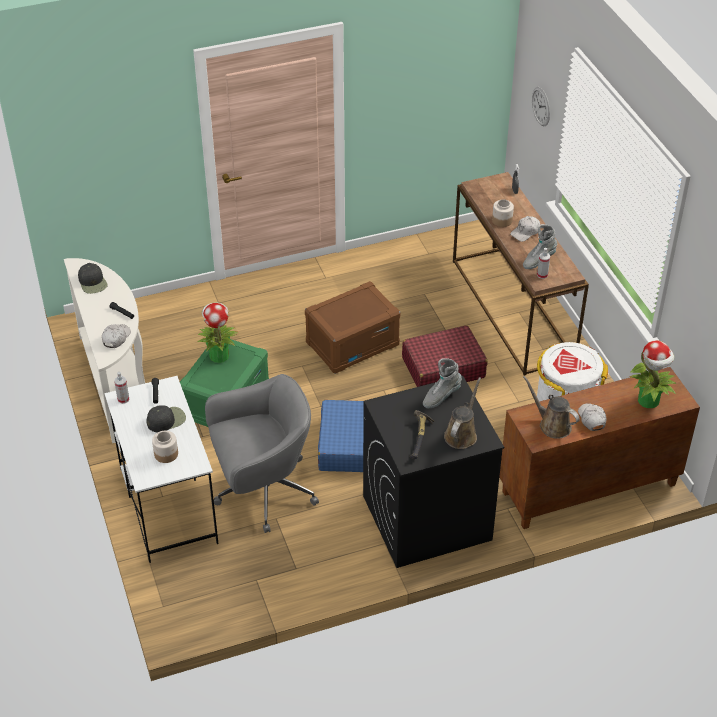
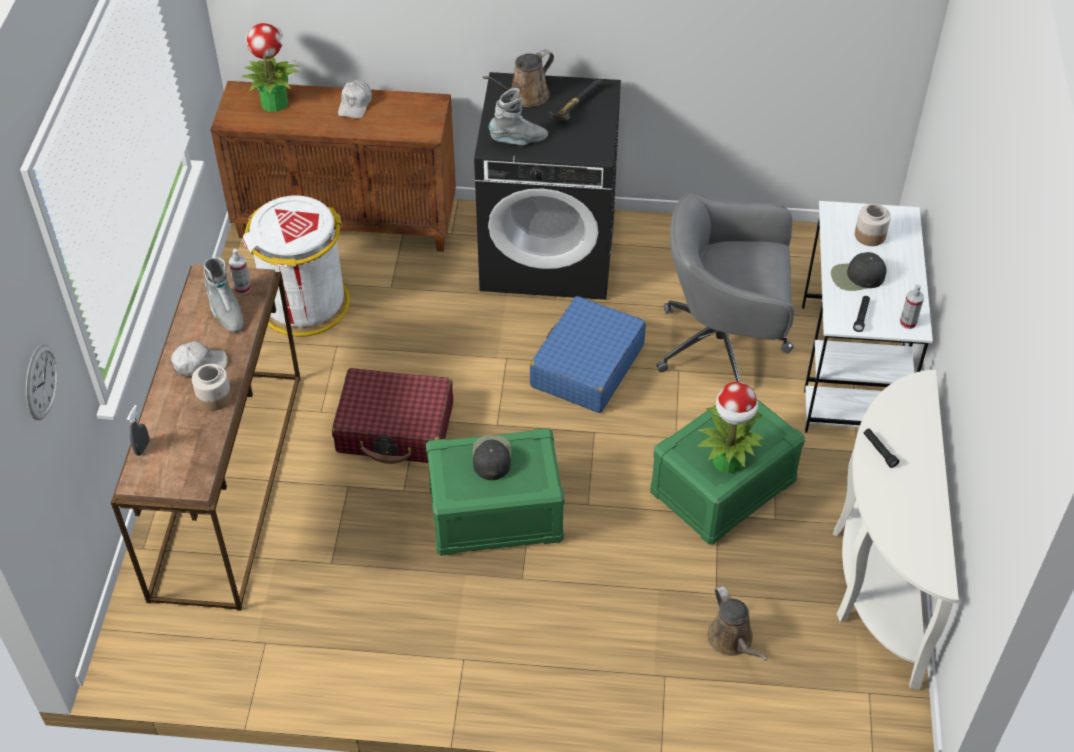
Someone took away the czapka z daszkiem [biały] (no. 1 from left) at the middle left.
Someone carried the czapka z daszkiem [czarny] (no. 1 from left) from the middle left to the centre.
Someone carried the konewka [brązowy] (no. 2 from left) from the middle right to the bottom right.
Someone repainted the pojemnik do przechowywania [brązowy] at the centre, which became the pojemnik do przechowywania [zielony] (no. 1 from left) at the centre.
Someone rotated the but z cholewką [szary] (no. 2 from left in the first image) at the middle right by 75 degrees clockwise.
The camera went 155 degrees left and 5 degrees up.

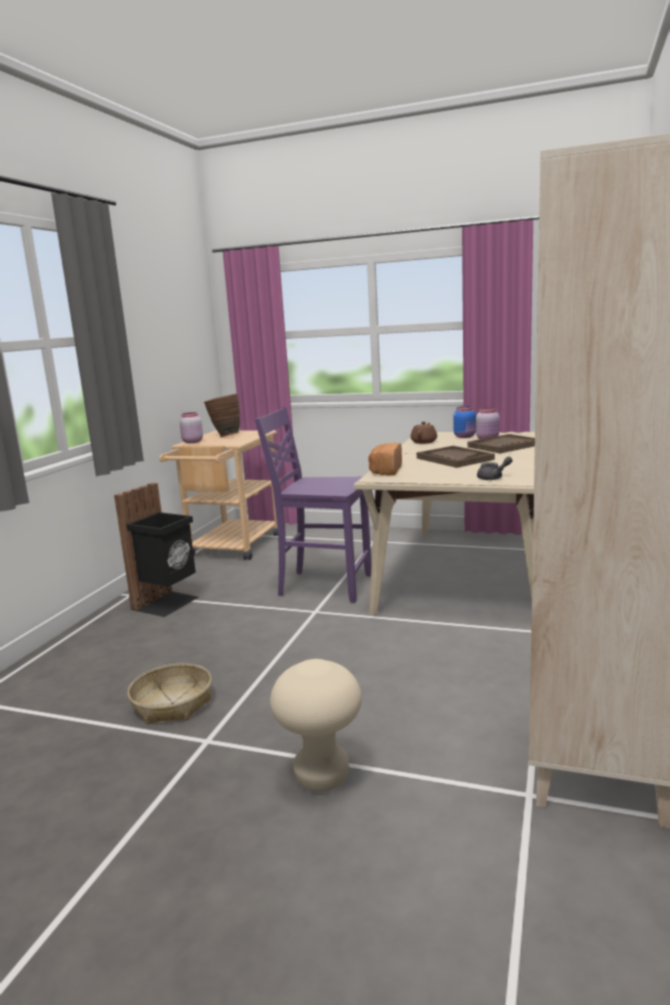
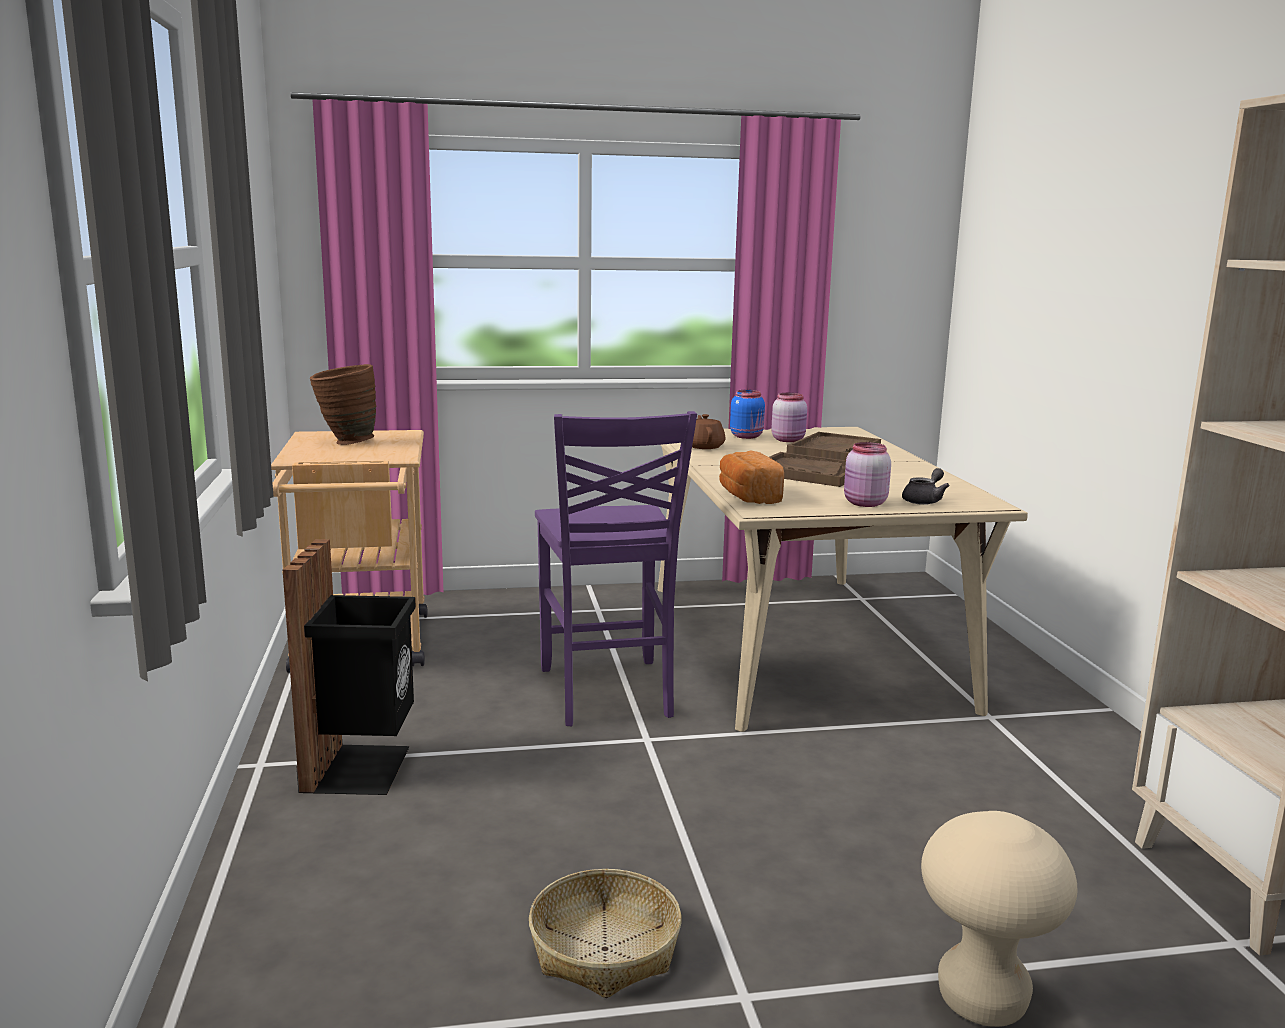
Someone carried the słoik [różowy] (no. 1 from left in the first image) from the middle left to the middle right.
Someone rotated the krzesło [fioletowy] at the centre by 90 degrees counterclockwise.
The camera went 30 degrees left and 0 degrees up.

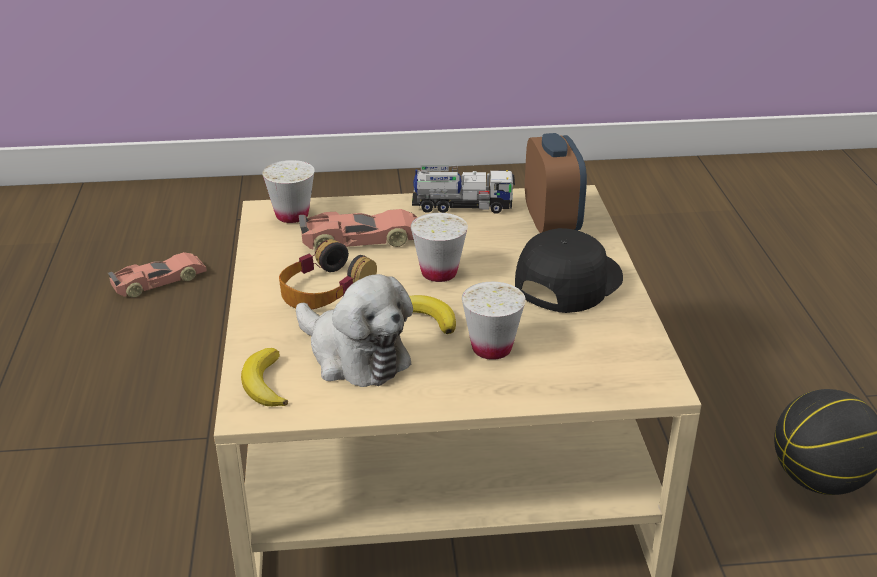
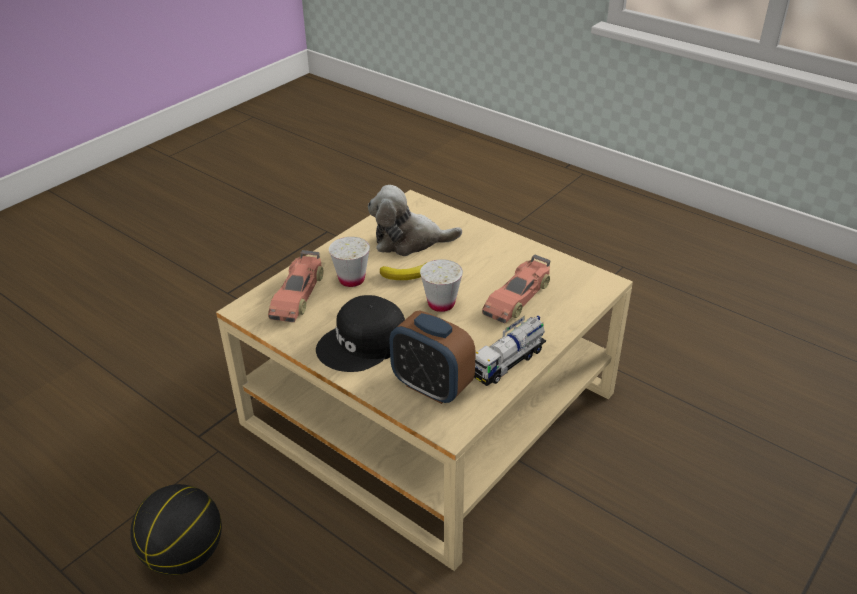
Someone took away the banan (no. 1 from left) at the middle left.
Someone took away the filiżanka [biały] (no. 1 from left) at the top left.
Someone took away the słuchawki at the centre.
Someone carried the samochodzik (no. 1 from left) from the middle left to the centre.
Someone rotated the czapka z daszkiem [czarny] at the centre by 60 degrees clockwise.
The camera went 135 degrees right and 5 degrees up.

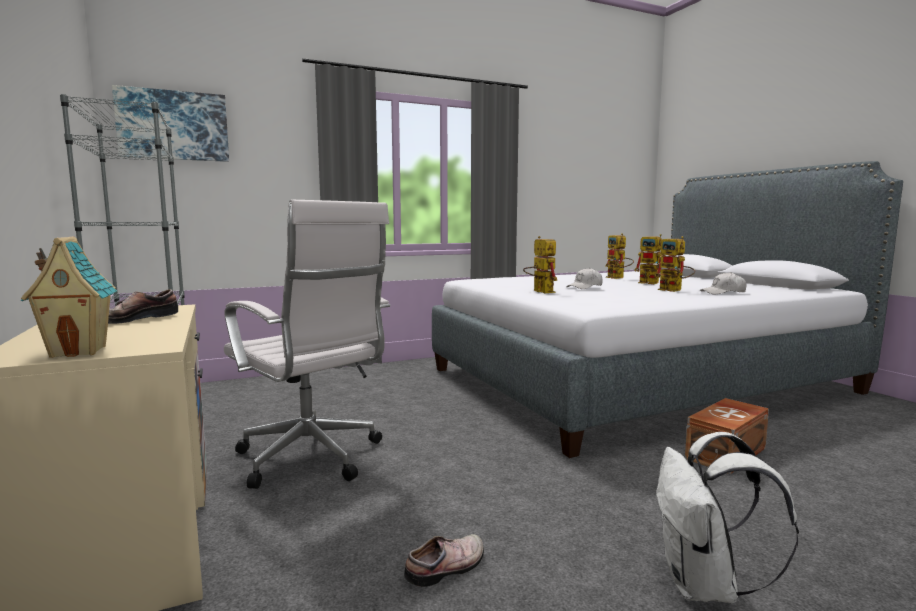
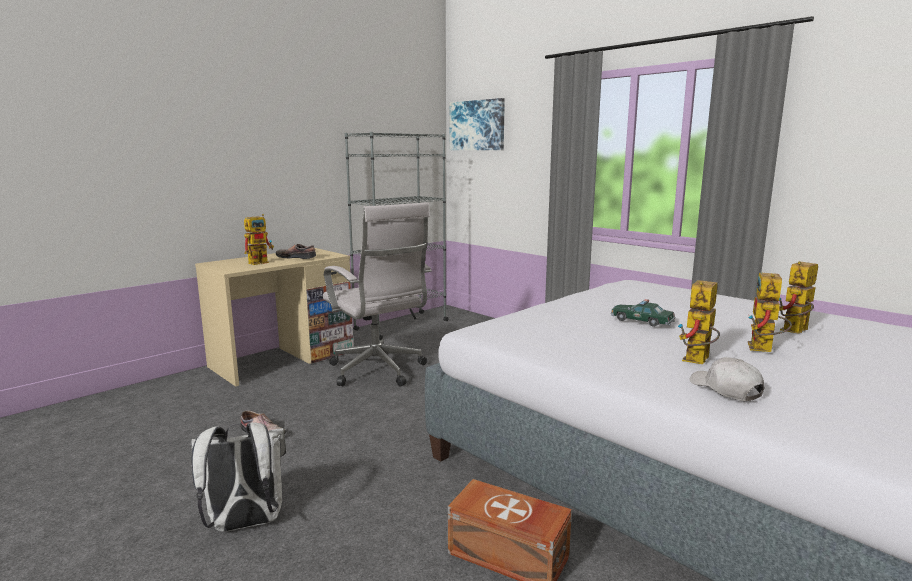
Someone took away the domek at the middle left.
Someone carried the robot zabawkowy (no. 1 from left) from the centre to the middle left.
Someone swapped the czapka z daszkiem [biały] (no. 1 from left) at the centre for the samochodzik at the middle right.
Someone rotated the krzesło biurowe [biały] at the centre by 60 degrees counterclockwise.
The camera went 70 degrees right and 5 degrees up.

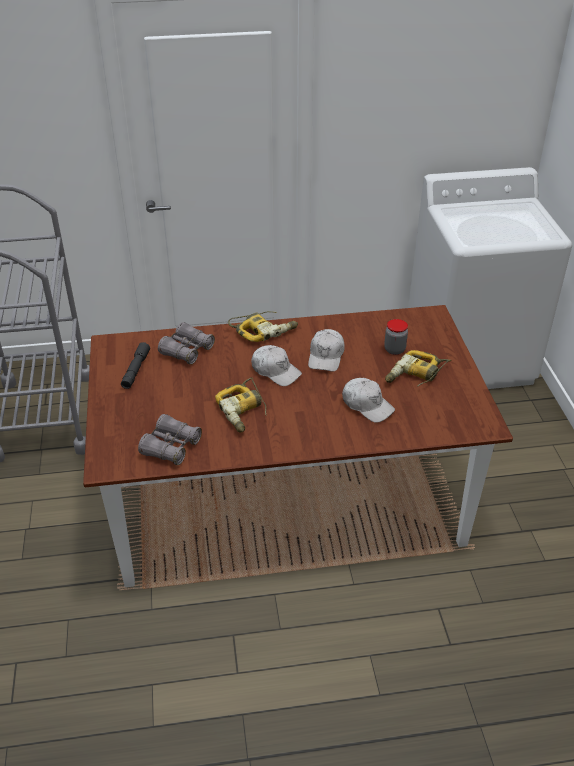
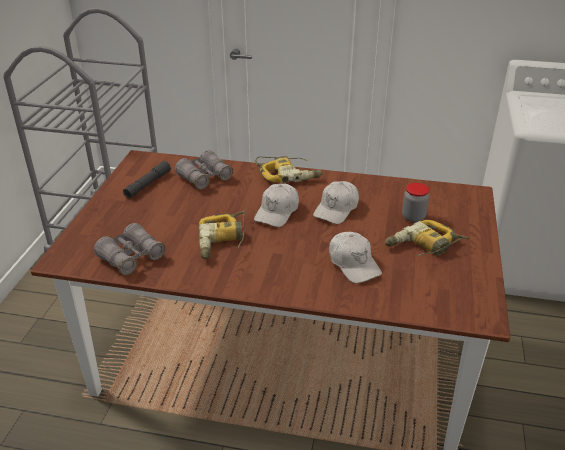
Someone rotated the czapka z daszkiem [biały] (no. 1 from left) at the centre by 60 degrees clockwise.
The camera went 20 degrees right and 5 degrees down.

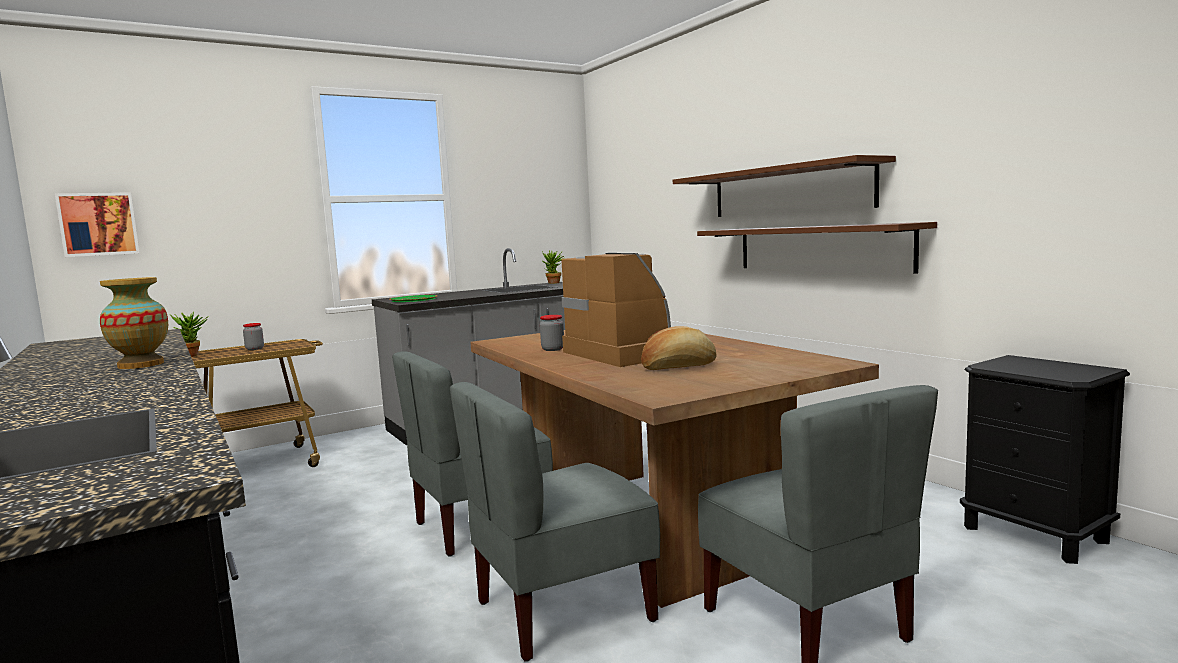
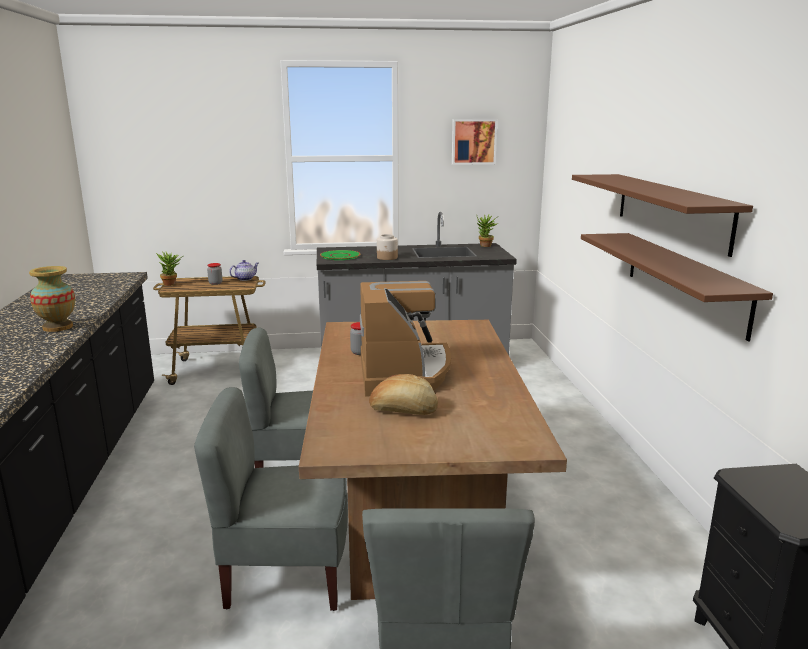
Someone put down the imbryk at the middle left.
Someone put down the słoik (no. 3 from left) at the centre.
Someone carried the obraz from the middle left to the top centre.
The camera went 25 degrees right and 10 degrees up.

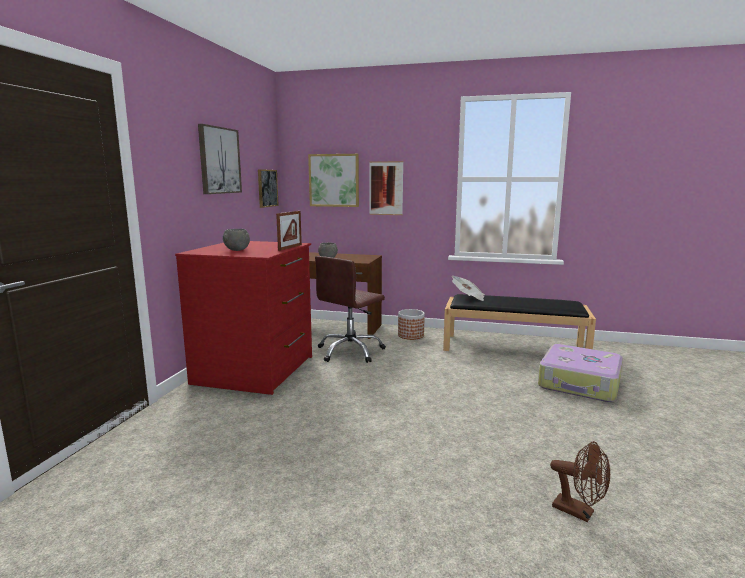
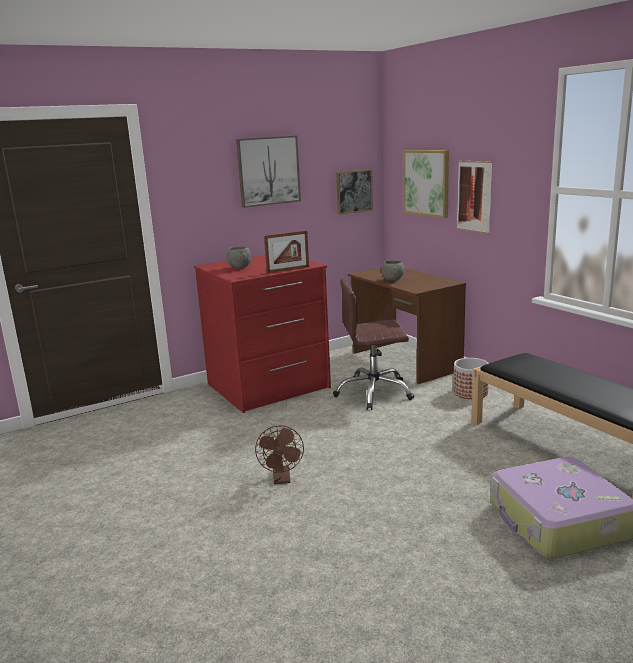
Someone took away the gazeta at the centre.
Someone carried the wentylator [brązowy] from the bottom right to the bottom centre.
The camera went 45 degrees right and 5 degrees up.

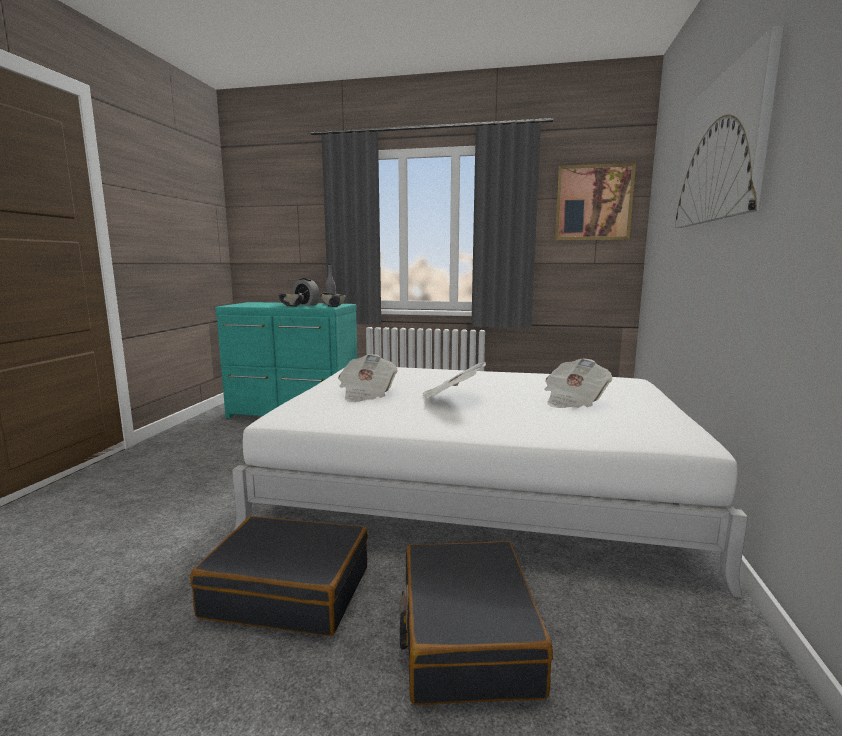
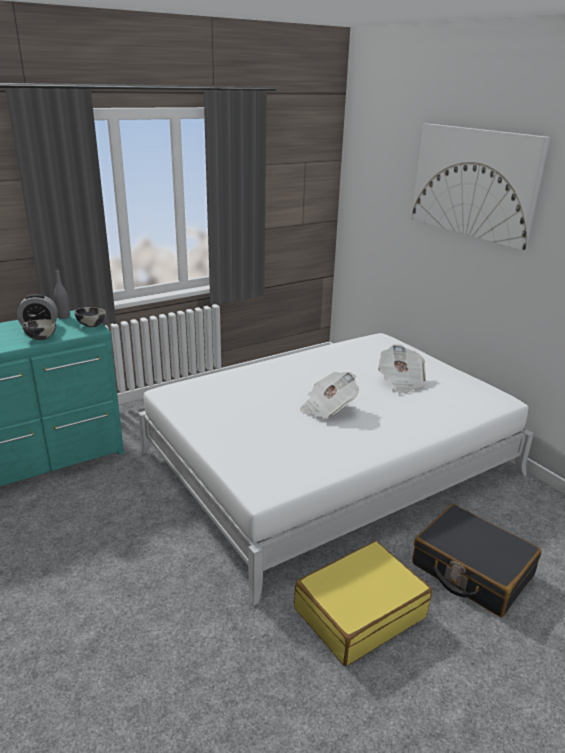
Someone took away the gazeta (no. 1 from left) at the centre.
Someone took away the obraz (no. 1 from left) at the top right.
Someone repainted the walizka [czarny] (no. 1 from left) at the bottom left, which became the walizka [żółty] at the bottom centre.
The camera went 45 degrees left and 15 degrees up.

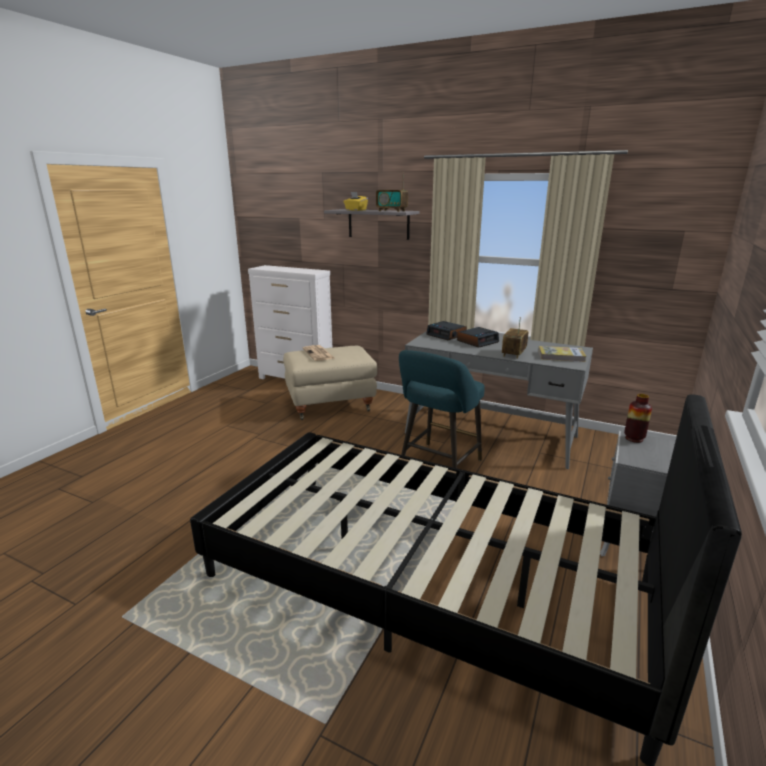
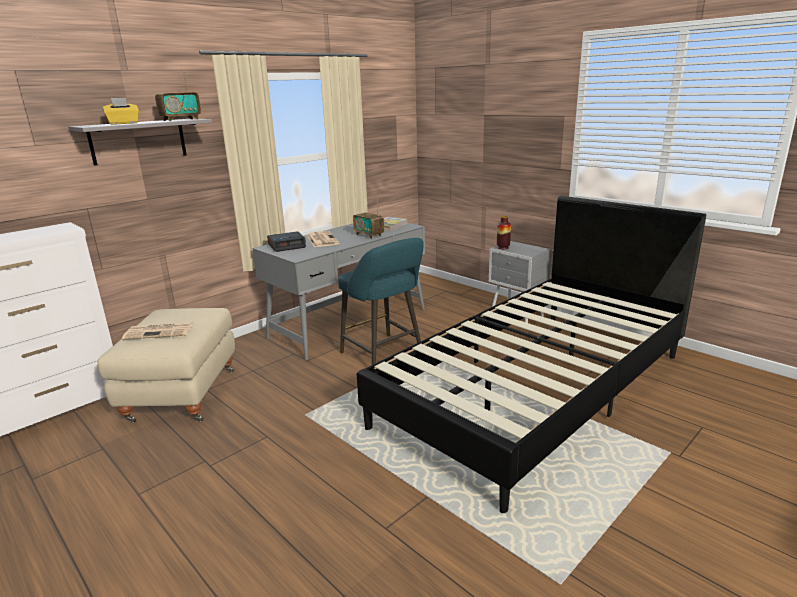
Someone swapped the budzik (no. 2 from left) at the centre for the gazeta (no. 2 from left) at the centre.
The camera went 70 degrees left and 0 degrees up.

